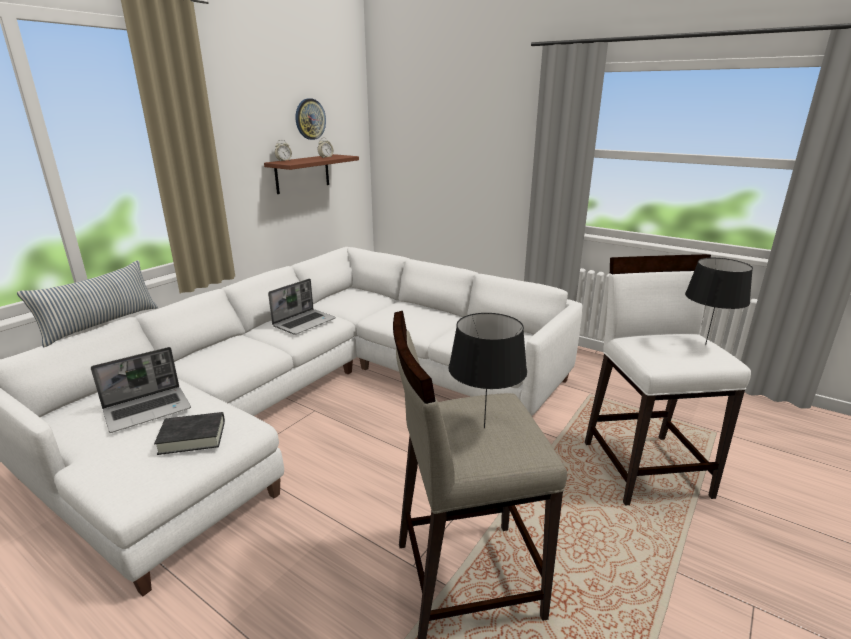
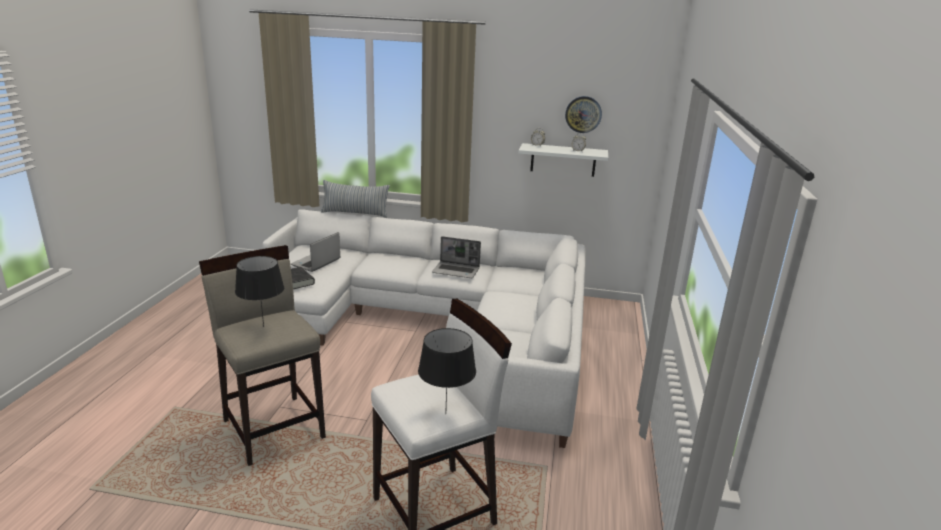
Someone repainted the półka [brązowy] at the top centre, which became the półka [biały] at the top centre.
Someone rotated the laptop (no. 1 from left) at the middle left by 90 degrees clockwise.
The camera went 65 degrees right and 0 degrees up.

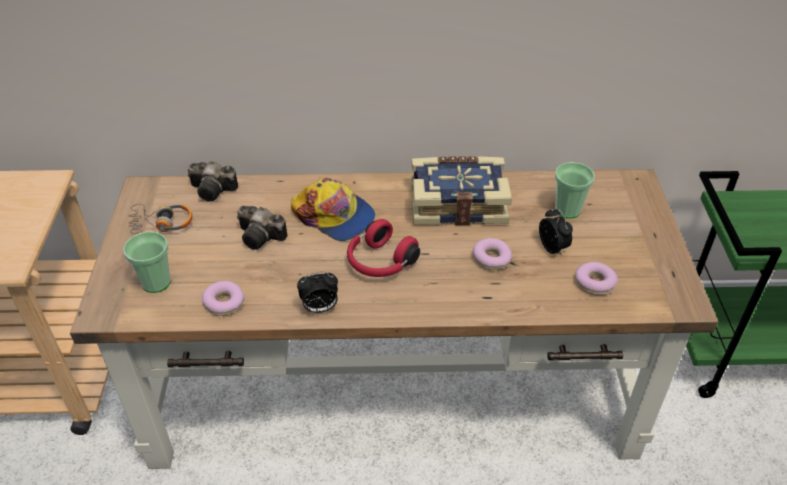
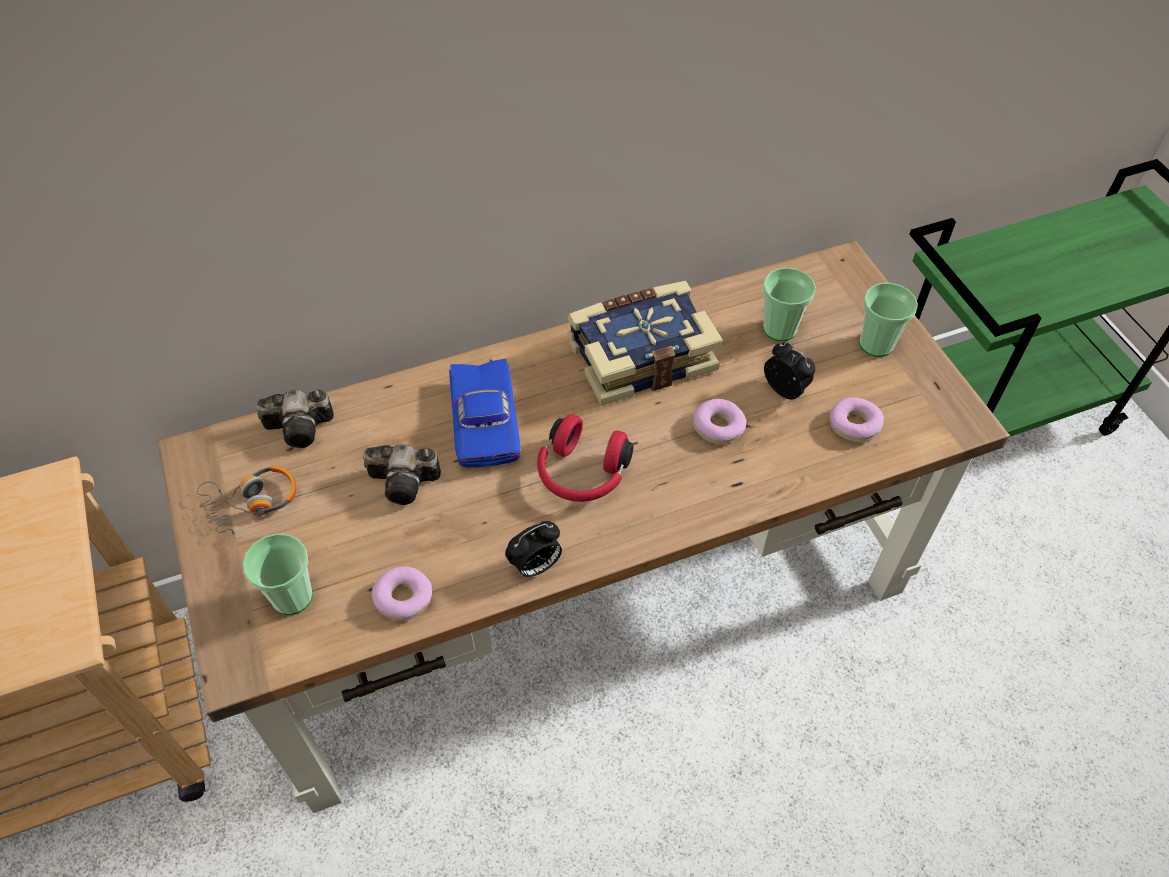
Someone put down the filiżanka (no. 3 from left) at the middle right.
Someone swapped the czapka z daszkiem at the centre for the samochodzik [niebieski] at the centre.
The camera went 20 degrees left and 10 degrees up.

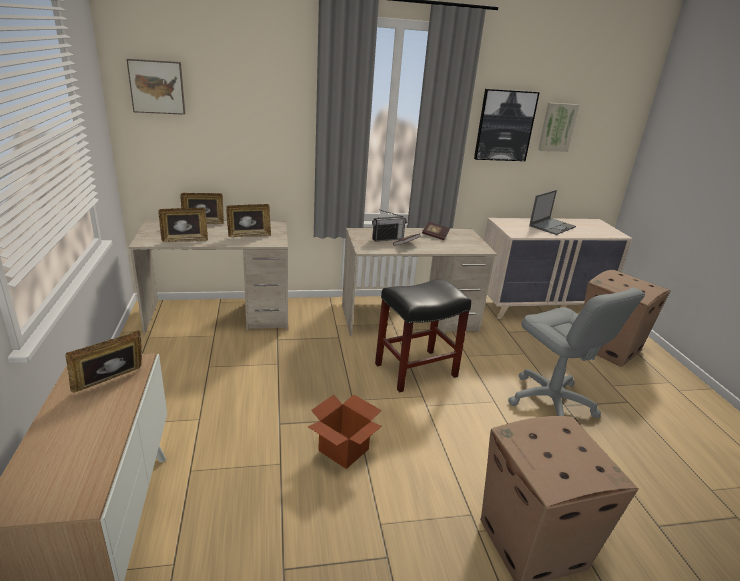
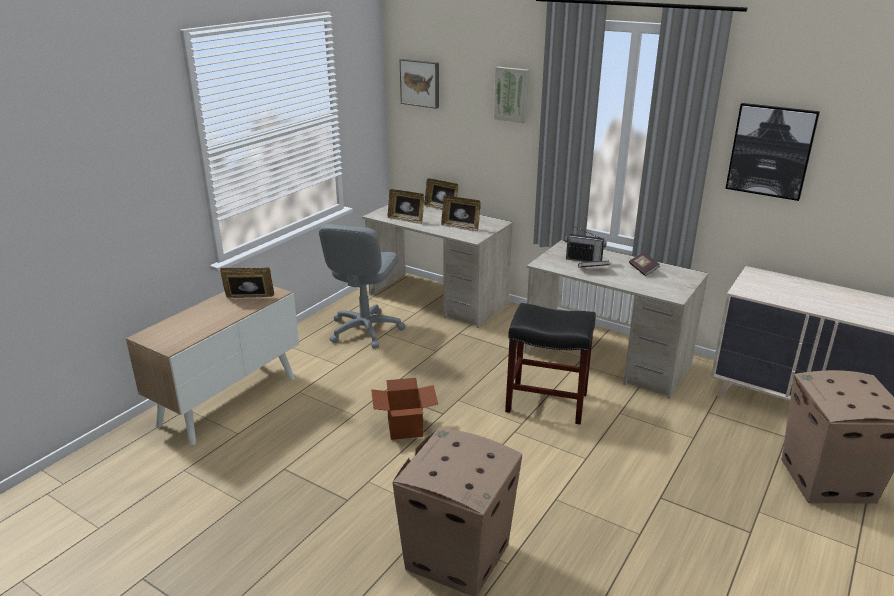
Someone took away the laptop at the middle right.
Someone carried the krzesło biurowe [szary] from the middle right to the centre.
Someone carried the obraz (no. 3 from left in the first image) from the top right to the top centre.
The camera went 45 degrees right and 0 degrees up.

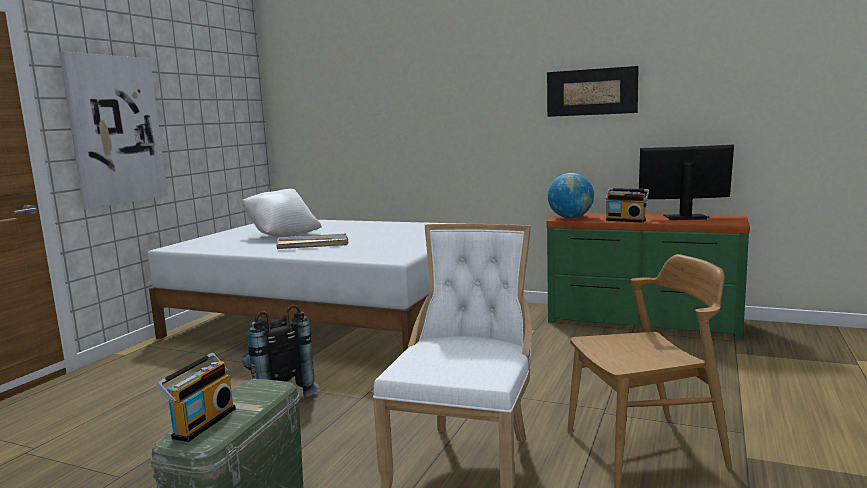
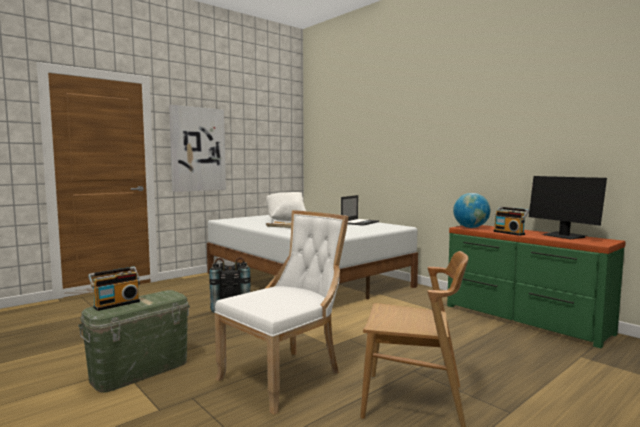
Someone took away the obraz (no. 2 from left) at the top right.
Someone put down the laptop at the centre.
Someone rotated the monitor at the middle right by 150 degrees counterclockwise.
The camera went 25 degrees right and 5 degrees down.

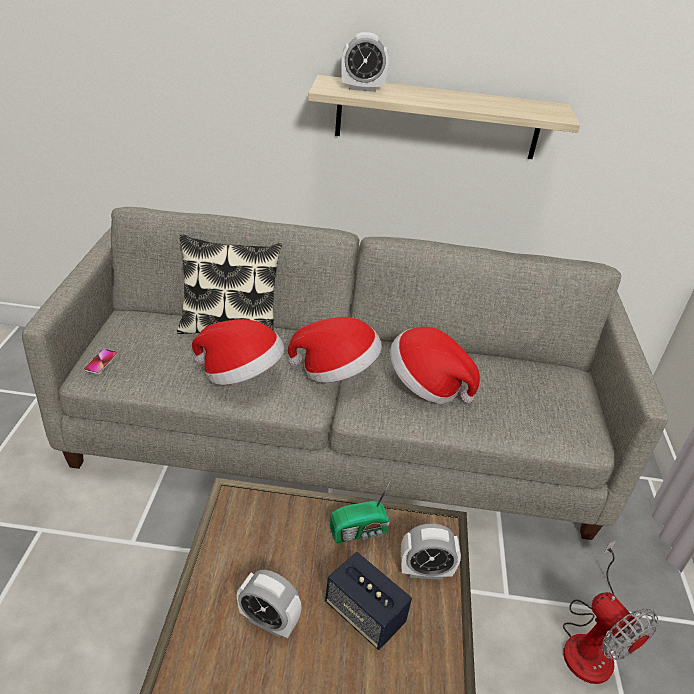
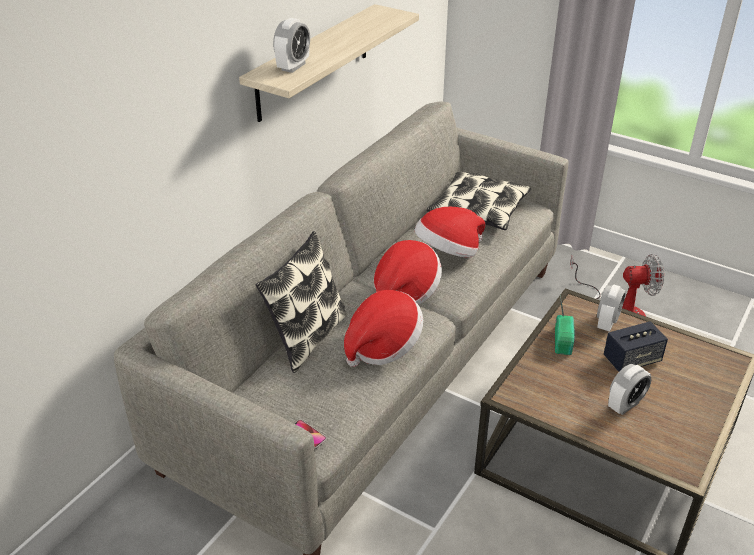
Someone put down the poduszka (no. 2 from left) at the centre.
The camera went 60 degrees left and 0 degrees up.

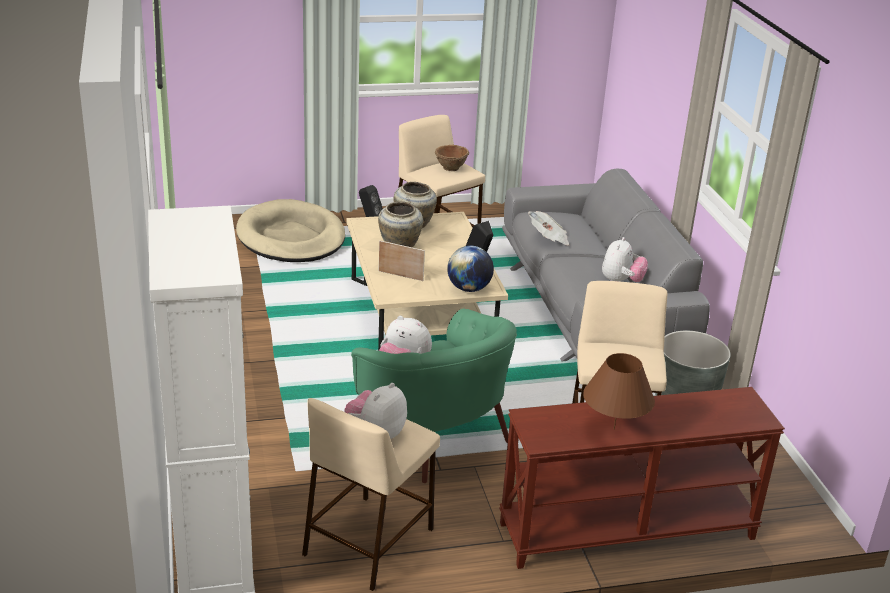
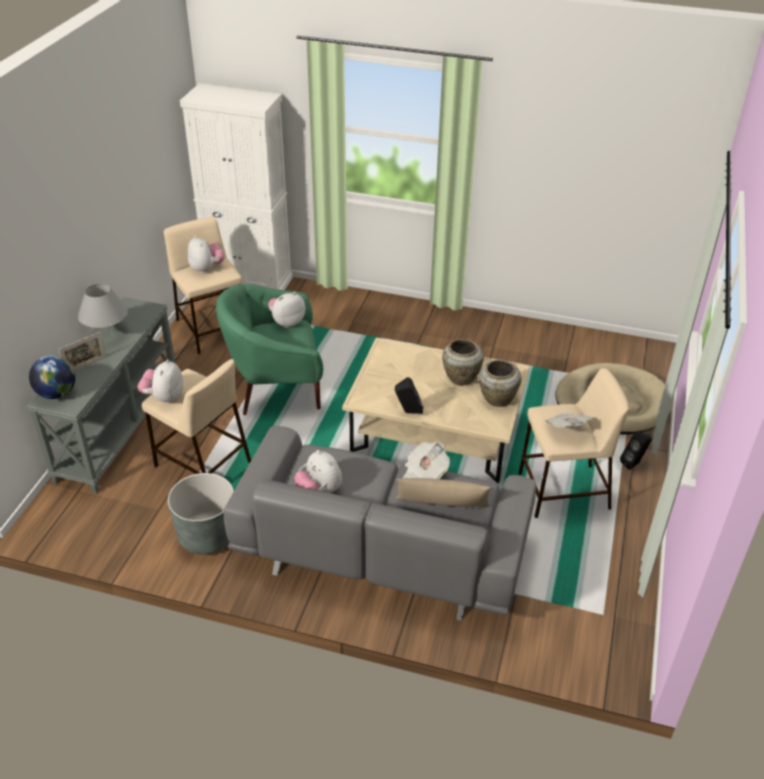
Someone put down the pluszak (no. 1 from left) at the middle left.
Someone put down the poduszka [beżowy] at the centre.
Someone carried the ramka na zdjęcie from the centre to the middle left.
Someone carried the globus from the centre to the middle left.
Someone swapped the miska [brązowy] at the top centre for the gazeta (no. 2 from left) at the middle right.
Someone repainted the stolik konsolowy [brązowy] at the bottom right, which became the stolik konsolowy [szary] at the middle left.
Someone repainted the lampa stołowa [brązowy] at the middle right, which became the lampa stołowa [szary] at the middle left.
The camera went 120 degrees right and 10 degrees up.

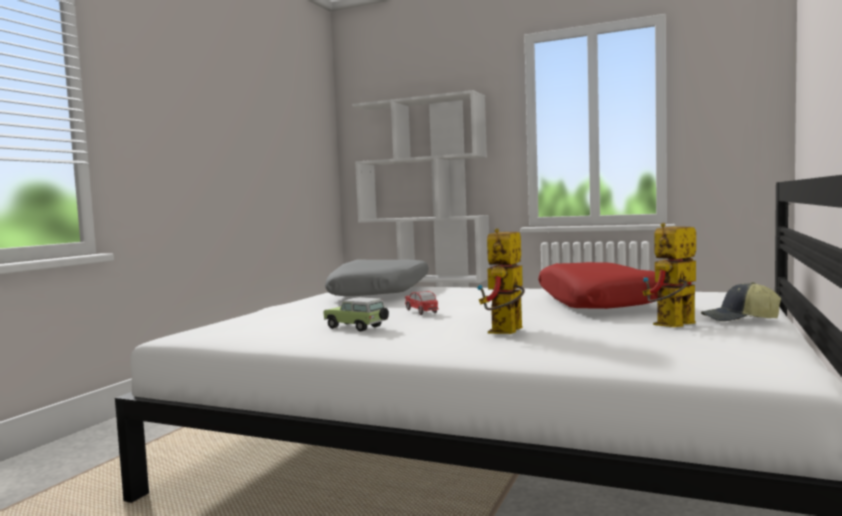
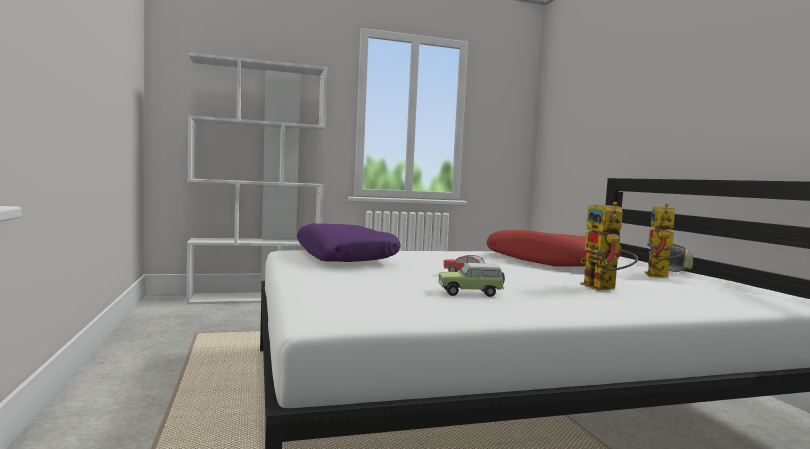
Someone repainted the poduszka [szary] at the centre, which became the poduszka [fioletowy] at the centre.
The camera went 40 degrees left and 0 degrees up.

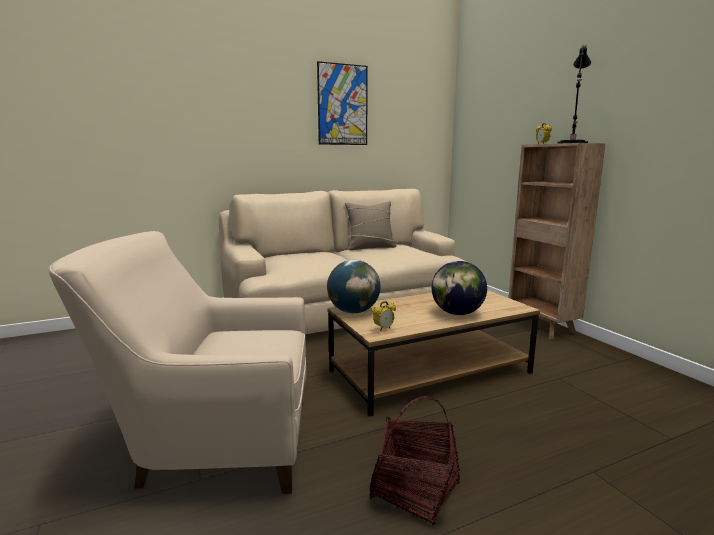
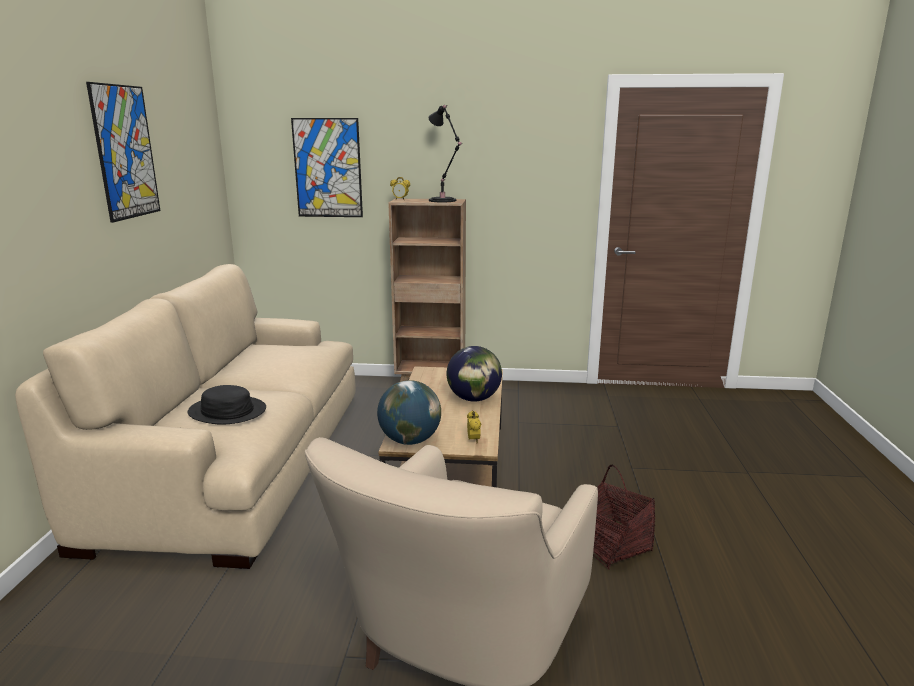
Someone took away the poduszka [beżowy] at the centre.
Someone put down the kapelusz [czarny] at the middle left.
Someone put up the obraz (no. 2 from left) at the top centre.
The camera went 60 degrees left and 5 degrees up.

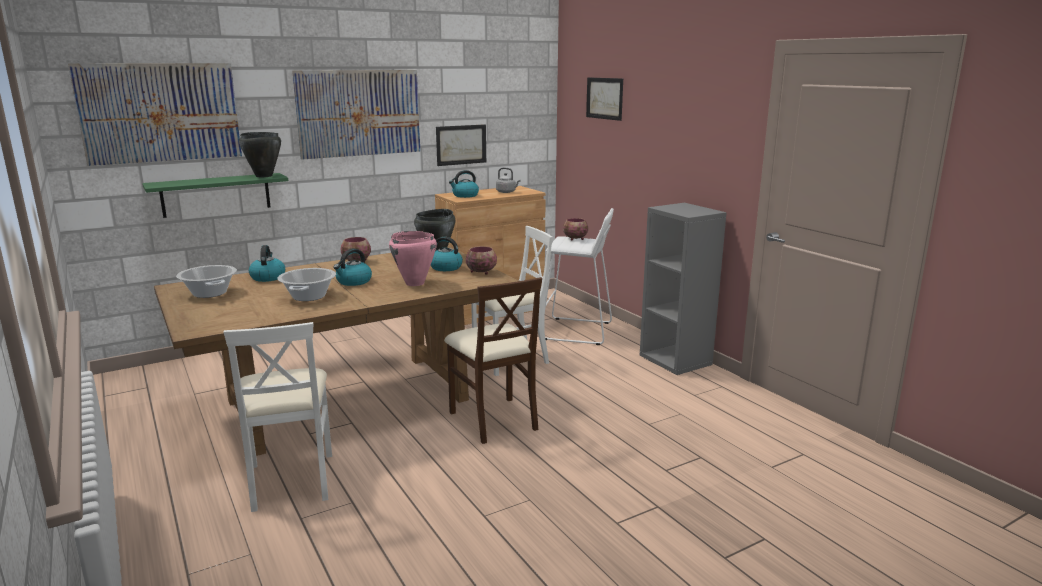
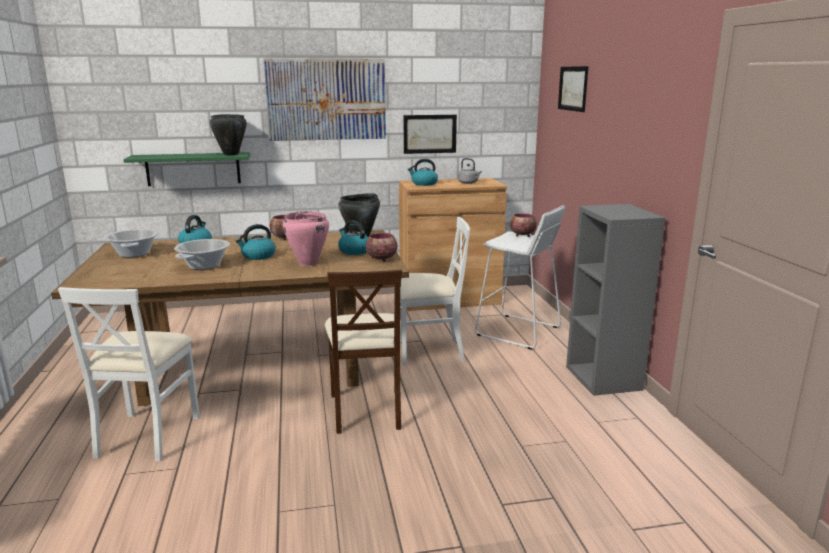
Someone took away the obraz (no. 1 from left) at the top left.
The camera went 20 degrees right and 0 degrees up.

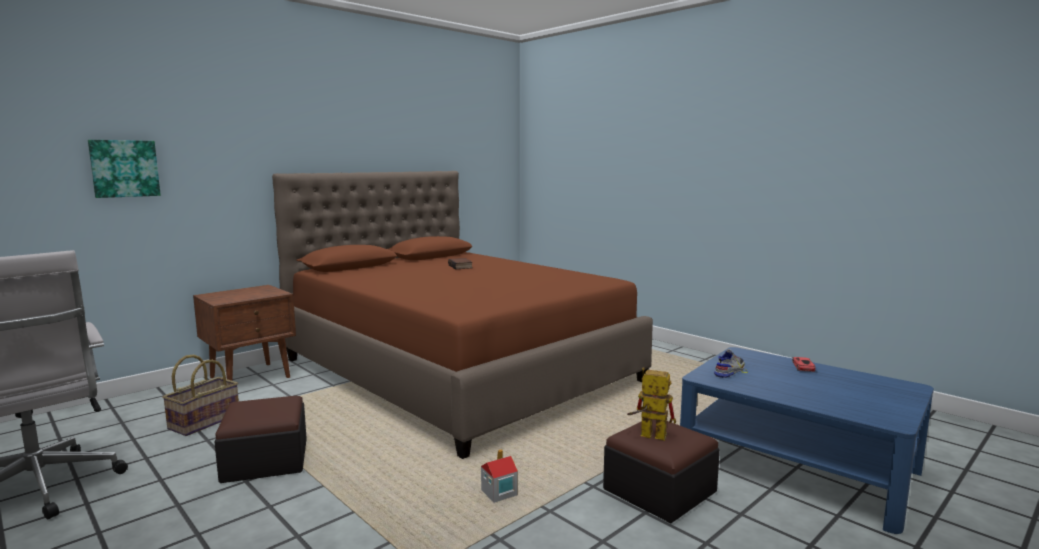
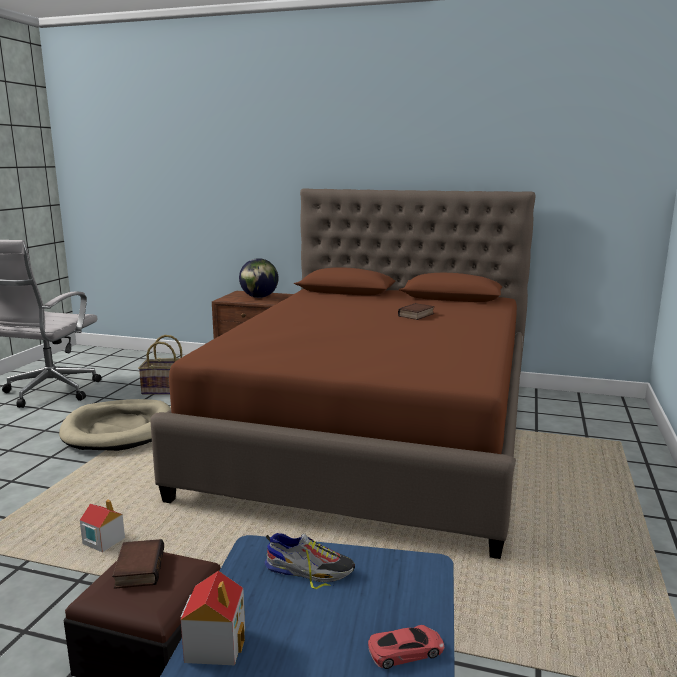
Someone took away the obraz at the top left.
Someone put down the domek (no. 2 from left) at the bottom left.
Someone put down the globus at the centre.
Someone swapped the pufa (no. 1 from left) at the bottom left for the legowisko [beżowy] at the middle left.
Someone swapped the robot zabawkowy at the bottom centre for the książka (no. 1 from left) at the bottom left.
The camera went 60 degrees right and 5 degrees up.

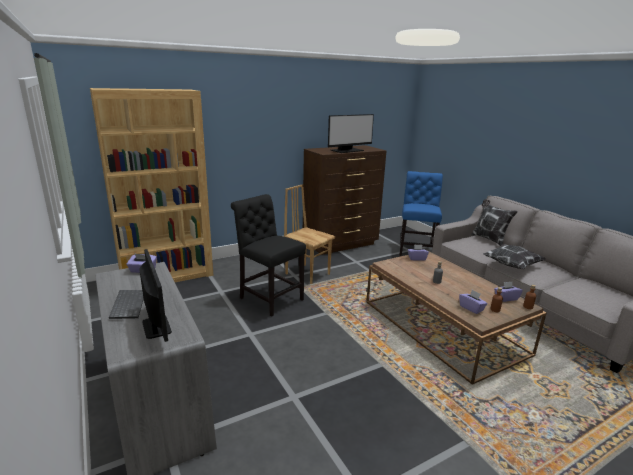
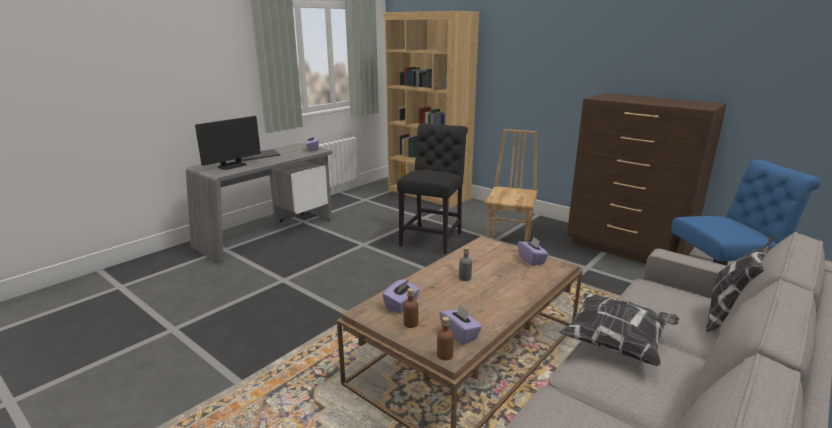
Someone took away the monitor (no. 2 from left) at the top centre.
The camera went 70 degrees right and 0 degrees up.

